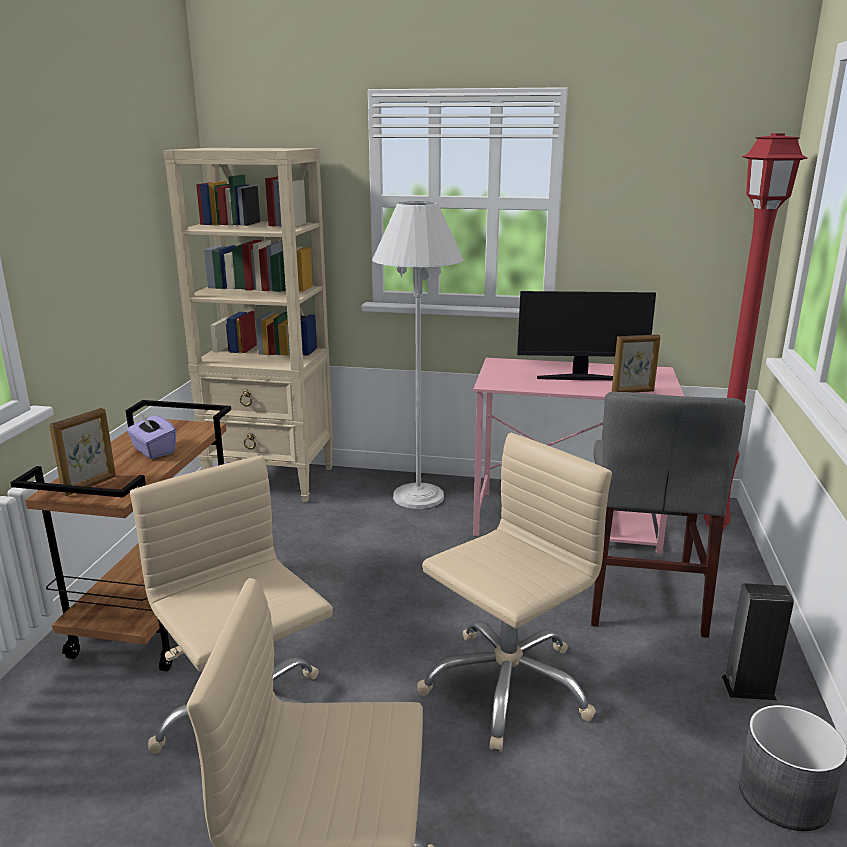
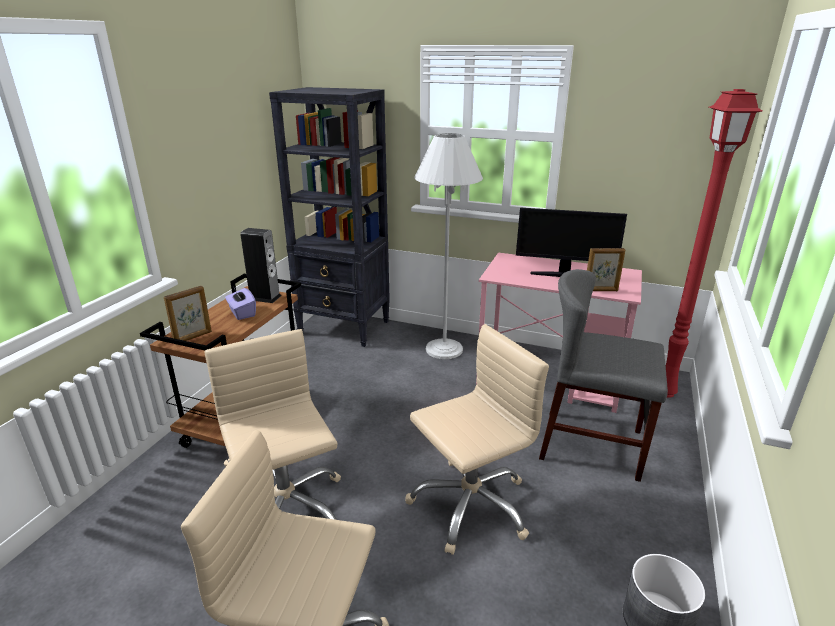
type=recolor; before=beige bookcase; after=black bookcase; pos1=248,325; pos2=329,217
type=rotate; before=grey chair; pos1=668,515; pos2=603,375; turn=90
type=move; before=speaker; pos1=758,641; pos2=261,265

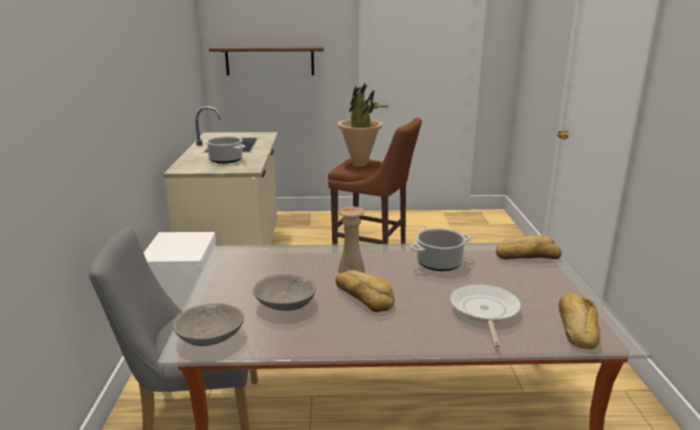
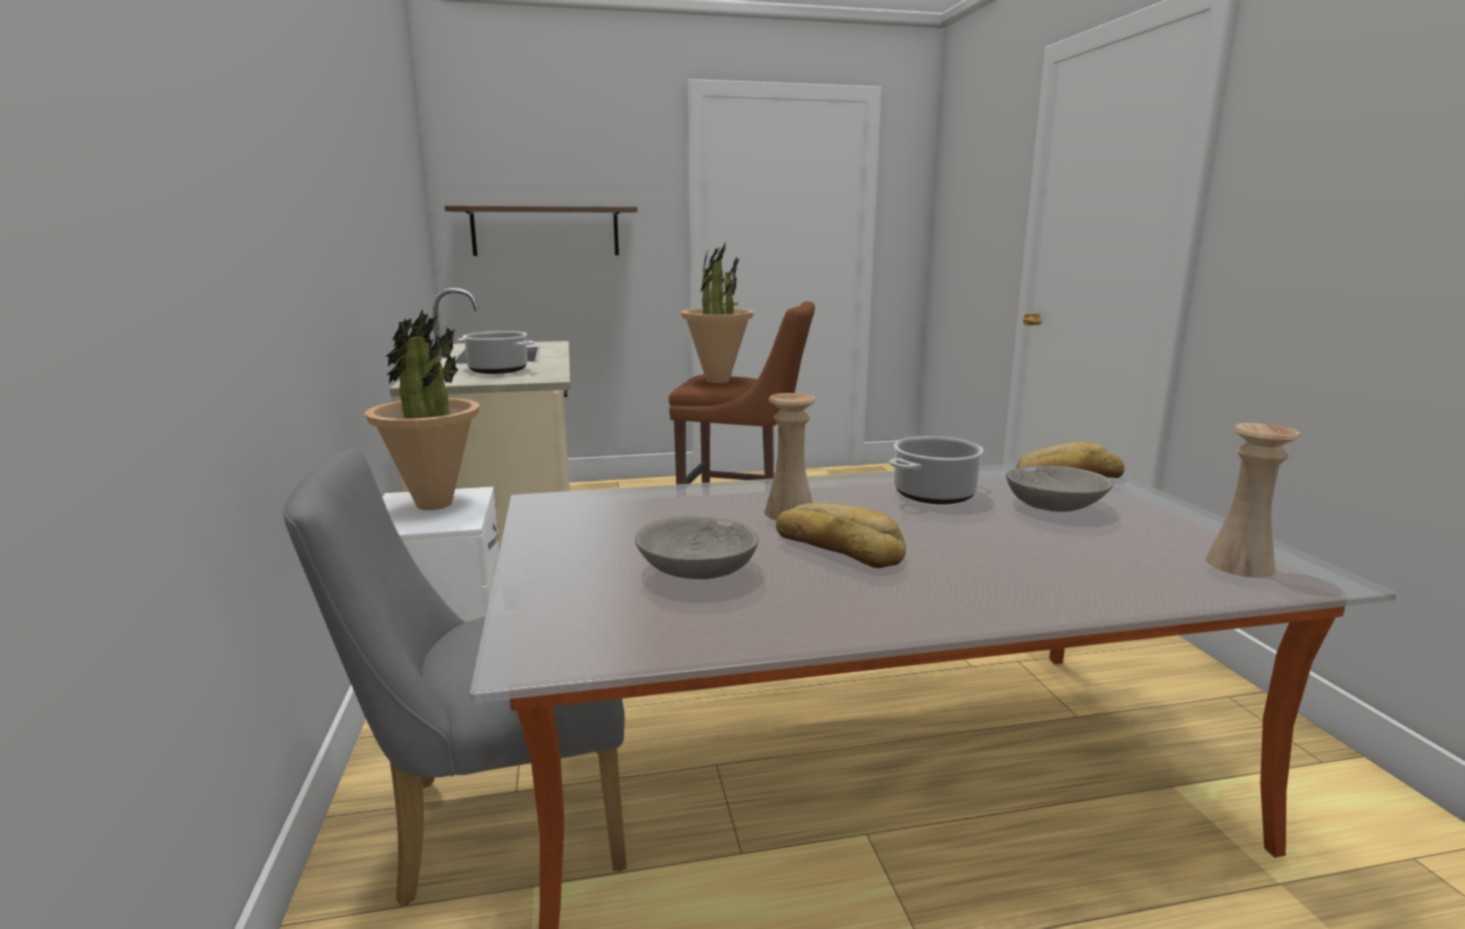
type=move; before=grey bowl; pos1=208,324; pos2=1059,488
type=delete; before=frying pan; pos1=485,315
type=replace; before=bread; after=beige vase; pos1=579,321; pos2=1253,500
type=insert; after=potted plant; pos2=422,410

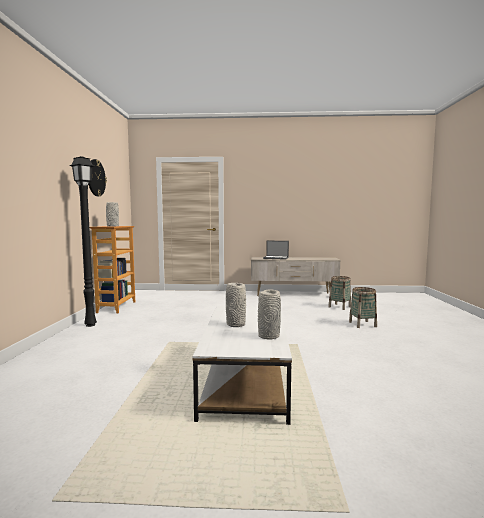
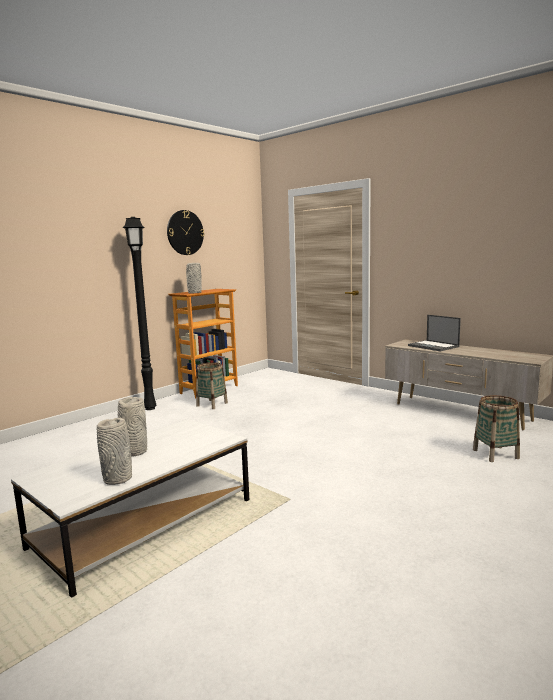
type=move; before=basket; pos1=363,307; pos2=212,385

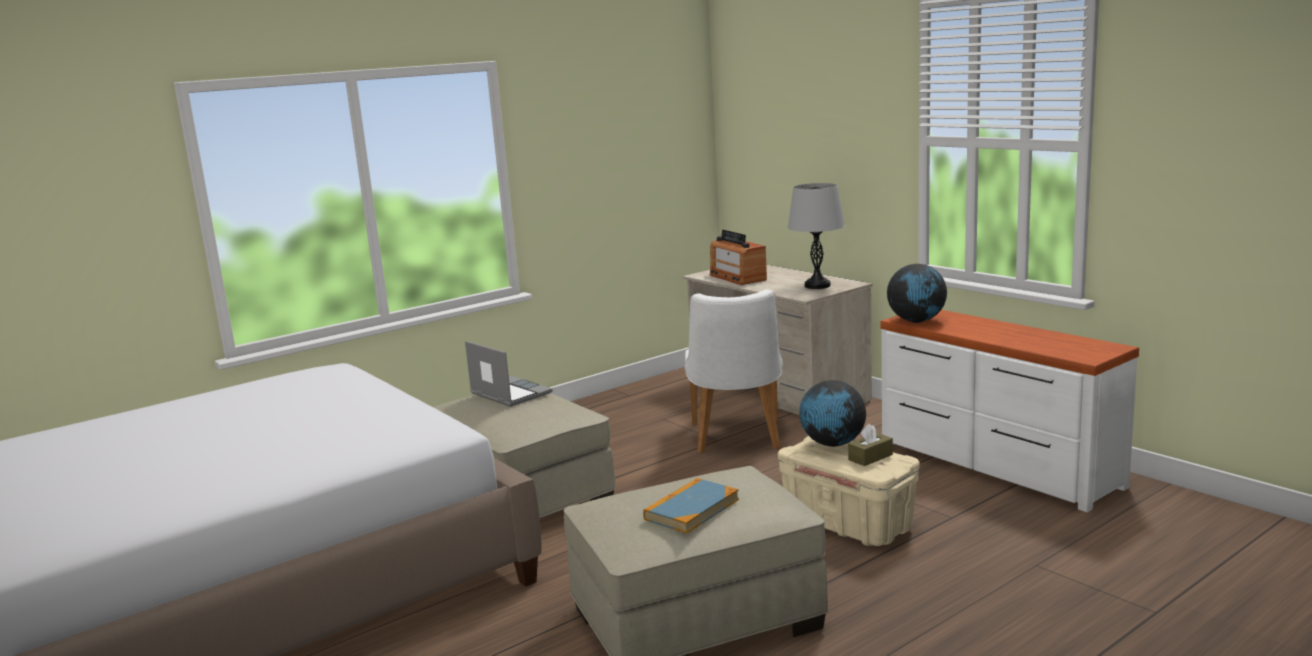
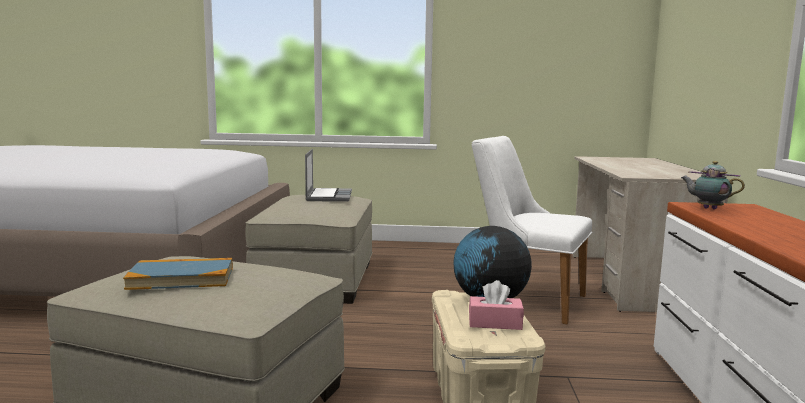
type=rotate; before=white chair; pos1=734,371; pos2=532,230; turn=75
type=delete; before=radio; pos1=738,257
type=delete; before=grey table lamp; pos1=816,236
type=recolor; before=brown tissue box; after=pink tissue box; pos1=870,445; pos2=496,305
type=replace; before=globe; after=teapot; pos1=917,293; pos2=713,185

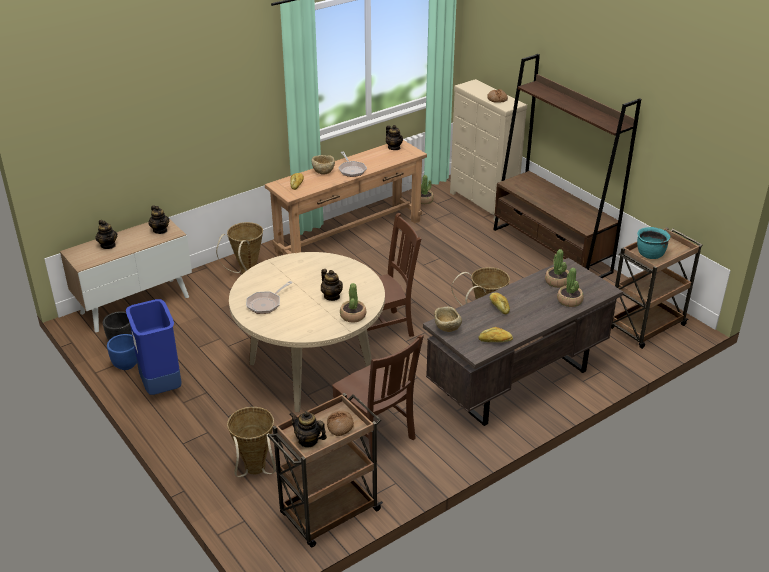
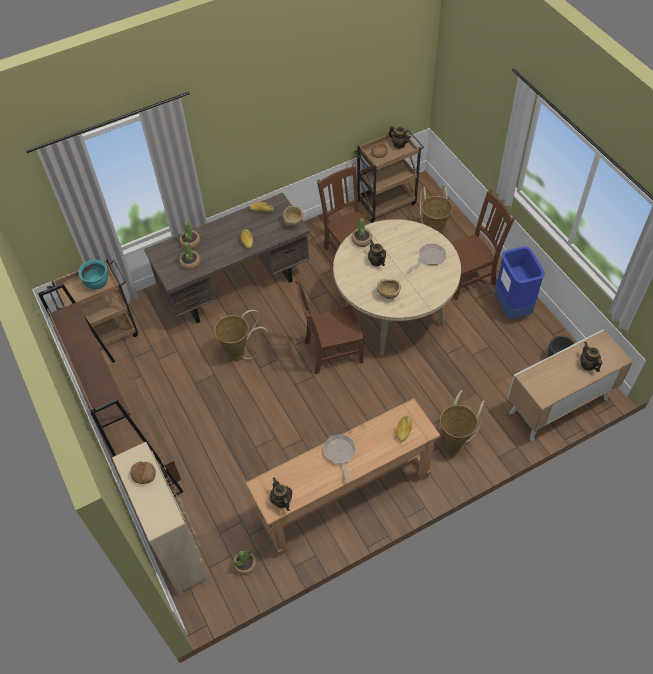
type=delete; before=blue planter; pos1=122,352
type=delete; before=teapot; pos1=158,219
type=move; before=beige bowl; pos1=323,165; pos2=389,289
type=insert; after=brown chair; pos2=483,244

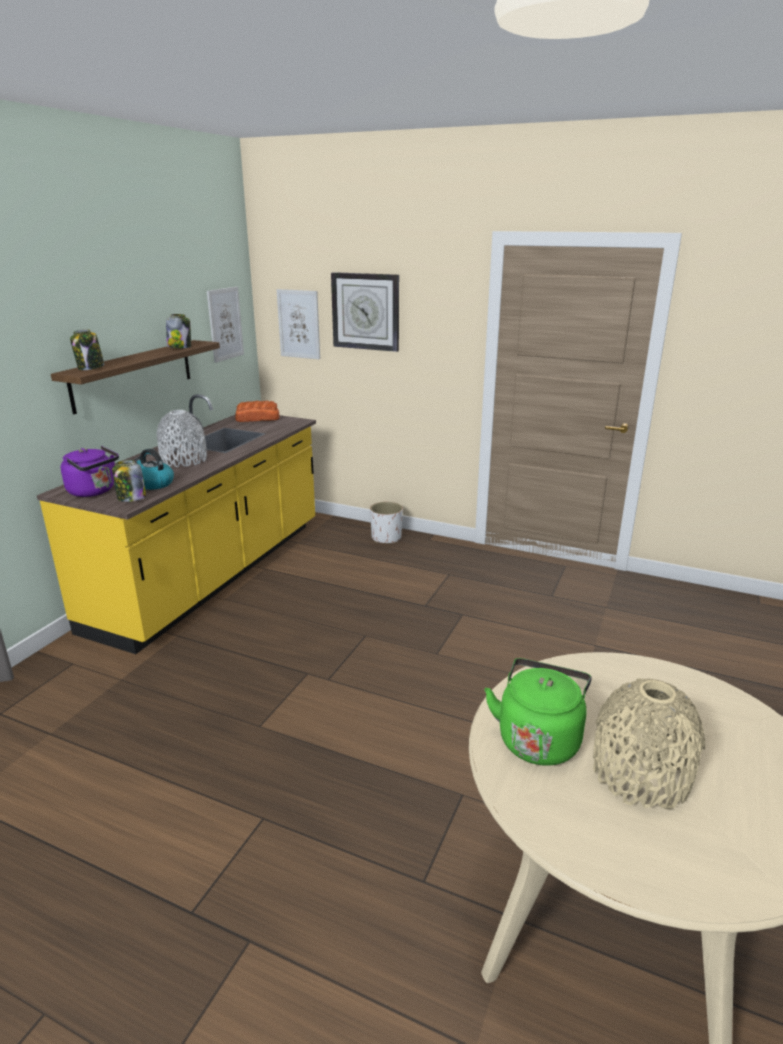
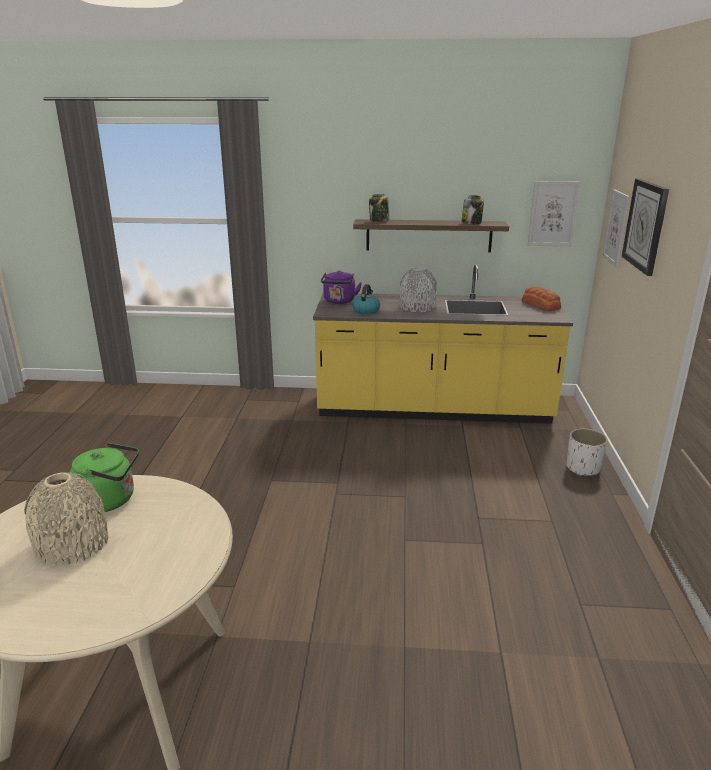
type=delete; before=jar; pos1=129,481

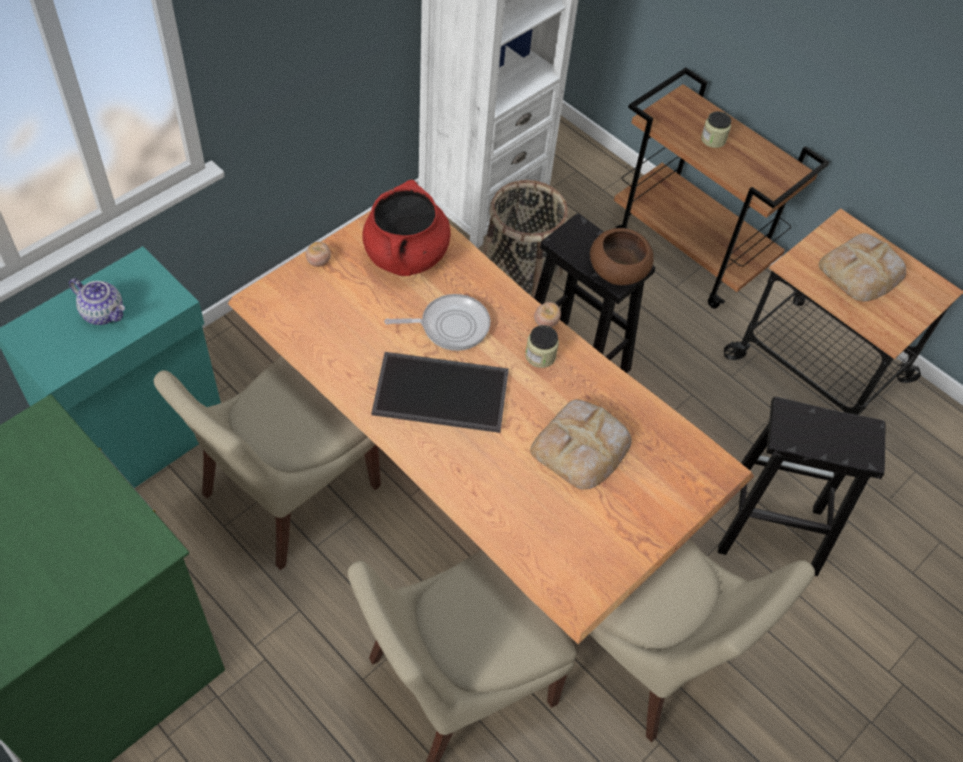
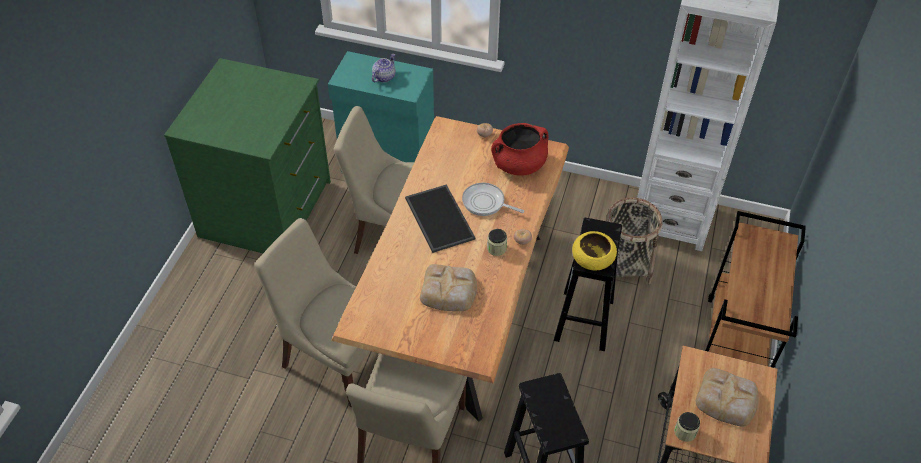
type=rotate; before=teapot; pos1=97,301; pos2=384,68; turn=-150
type=rotate; before=frying pan; pos1=437,322; pos2=493,199; turn=150
type=recolor; before=brown bowl; after=yellow bowl; pos1=622,256; pos2=594,251
type=move; before=jar; pos1=716,129; pos2=687,427

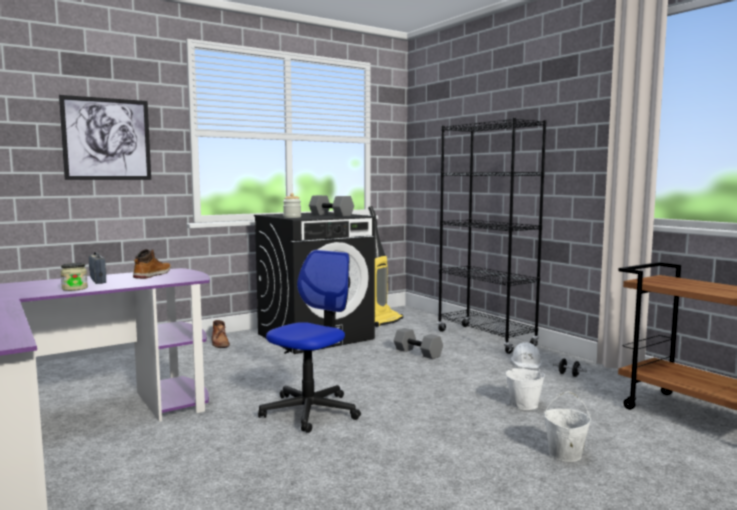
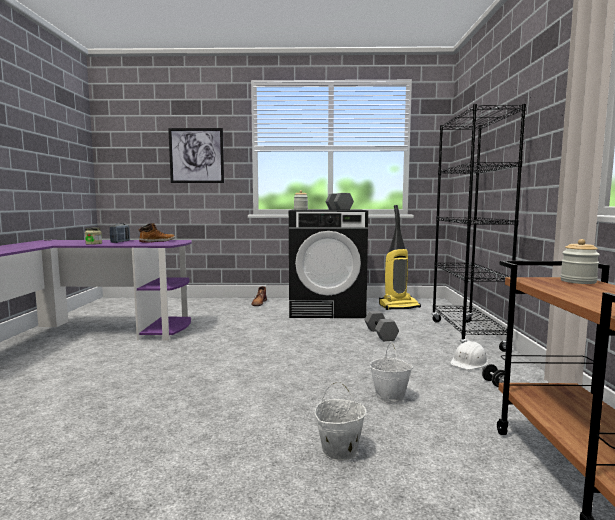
type=delete; before=office chair; pos1=309,341
type=insert; after=jar; pos2=580,261

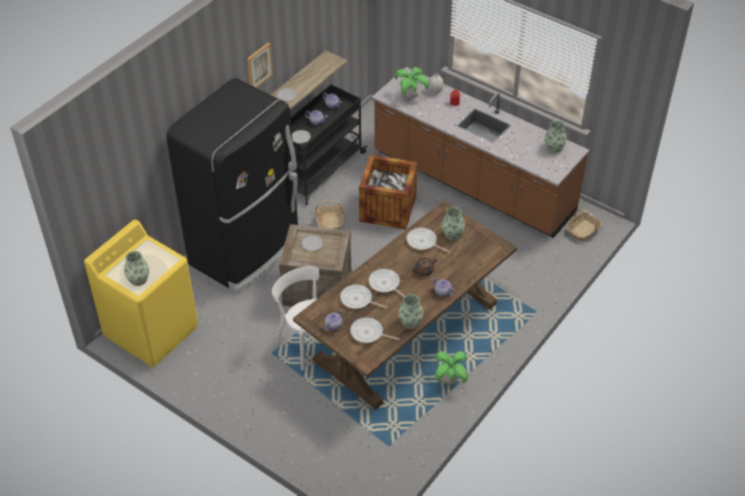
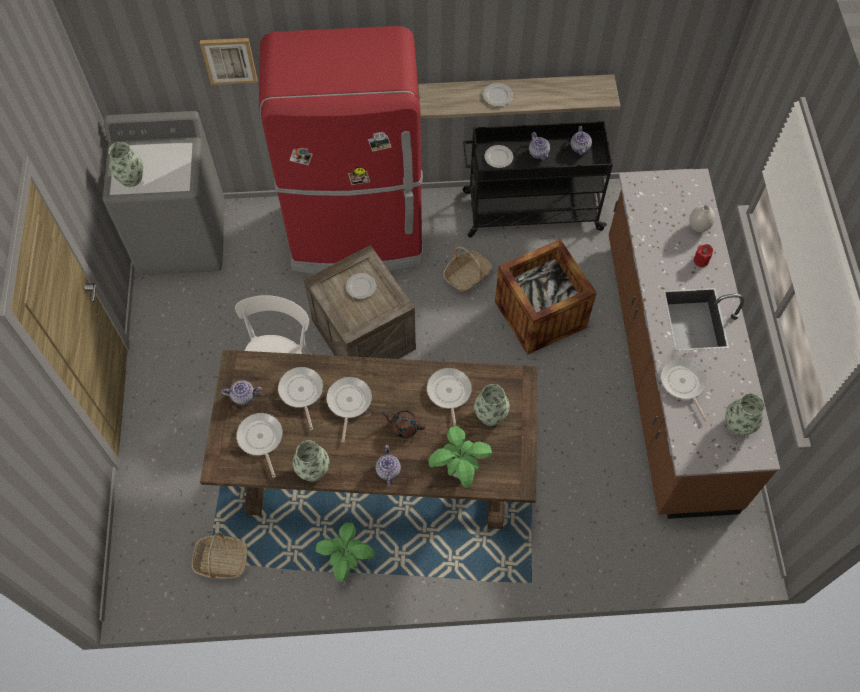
type=recolor; before=yellow washing machine; after=grey washing machine; pos1=141,293; pos2=164,193
type=recolor; before=black fridge; after=red fridge; pos1=232,185; pos2=341,150
type=move; before=picture; pos1=260,65; pos2=228,61
type=move; before=potted plant; pos1=411,83; pos2=460,457
type=move; before=basket; pos1=584,224; pos2=219,555
type=insert; after=frying pan; pos2=684,389

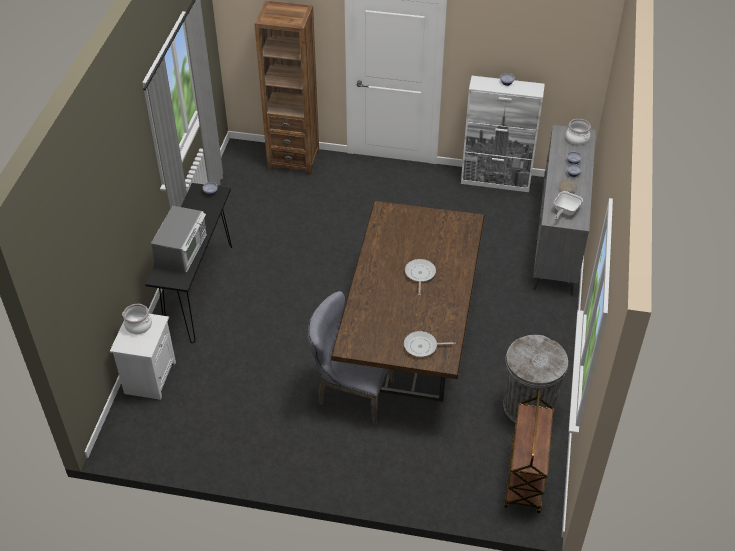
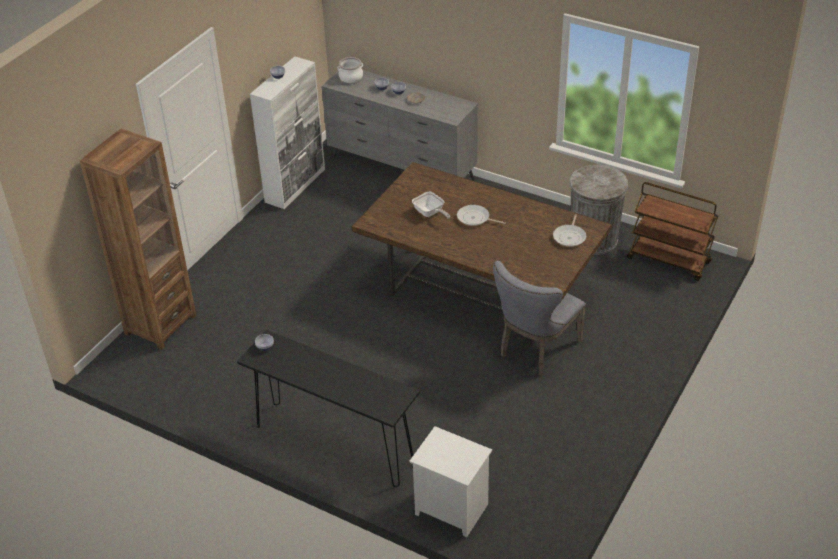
type=delete; before=cooking pot; pos1=137,319
type=delete; before=microwave; pos1=179,239
type=move; before=frying pan; pos1=568,205; pos2=431,205

